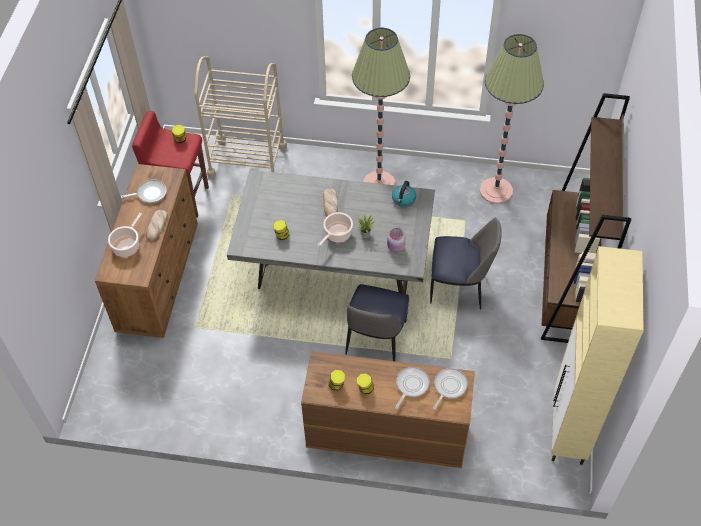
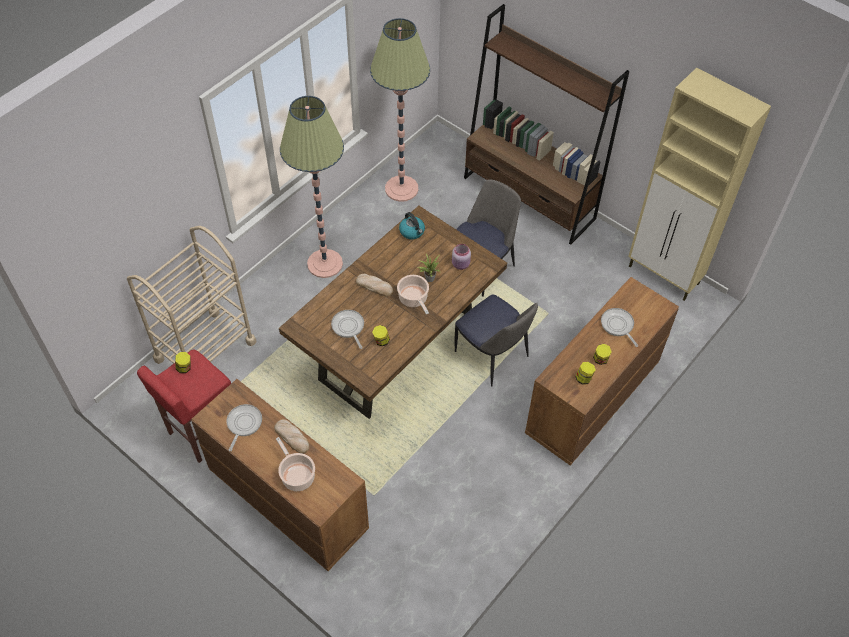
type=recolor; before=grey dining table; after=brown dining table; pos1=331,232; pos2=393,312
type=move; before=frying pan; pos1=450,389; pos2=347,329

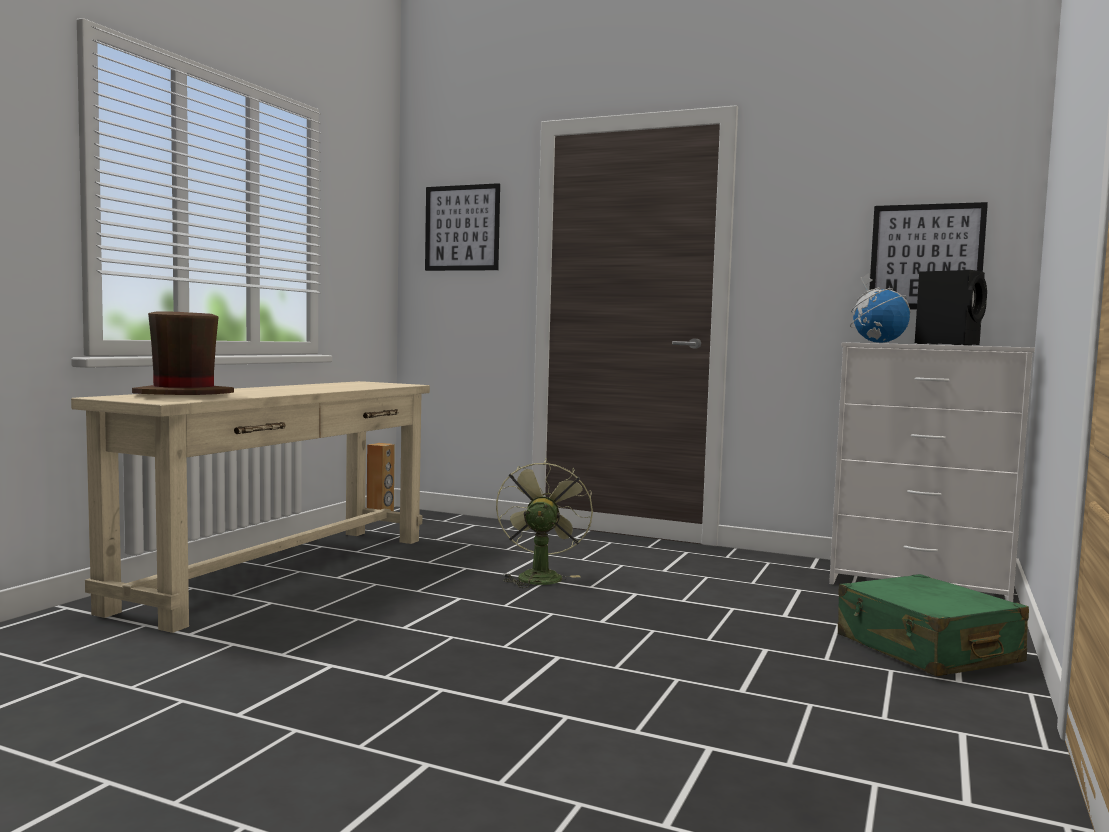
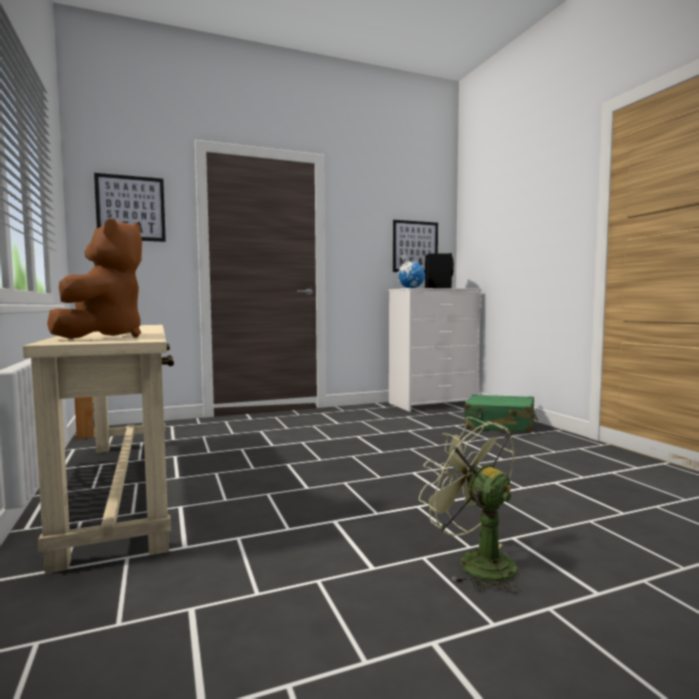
type=replace; before=brown hat; after=brown plush toy; pos1=183,353; pos2=94,279
type=move; before=green fan; pos1=544,523; pos2=470,505

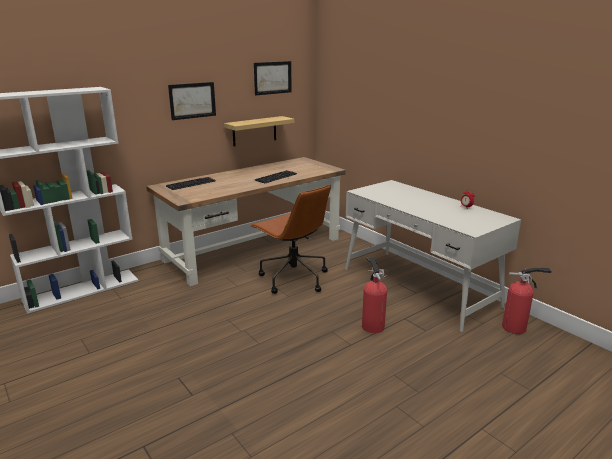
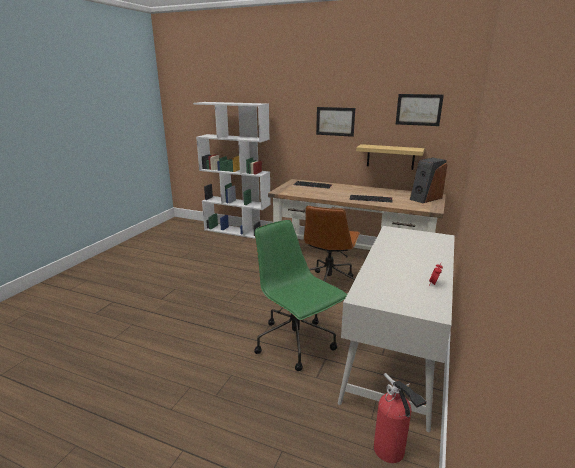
type=replace; before=fire extinguisher; after=green office chair; pos1=375,295; pos2=300,295
type=insert; after=speaker; pos2=429,180

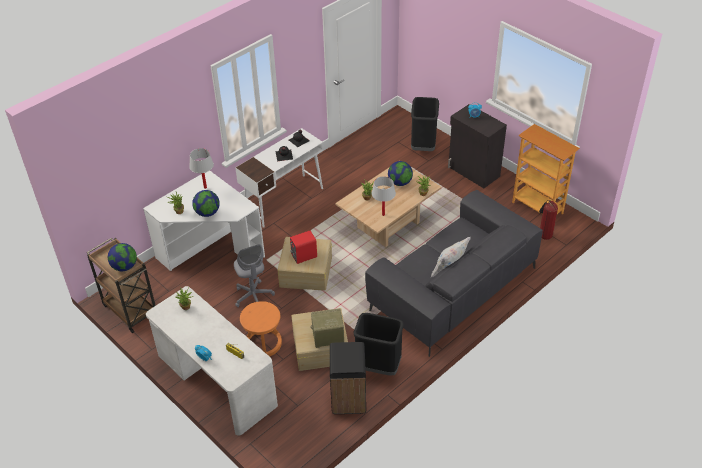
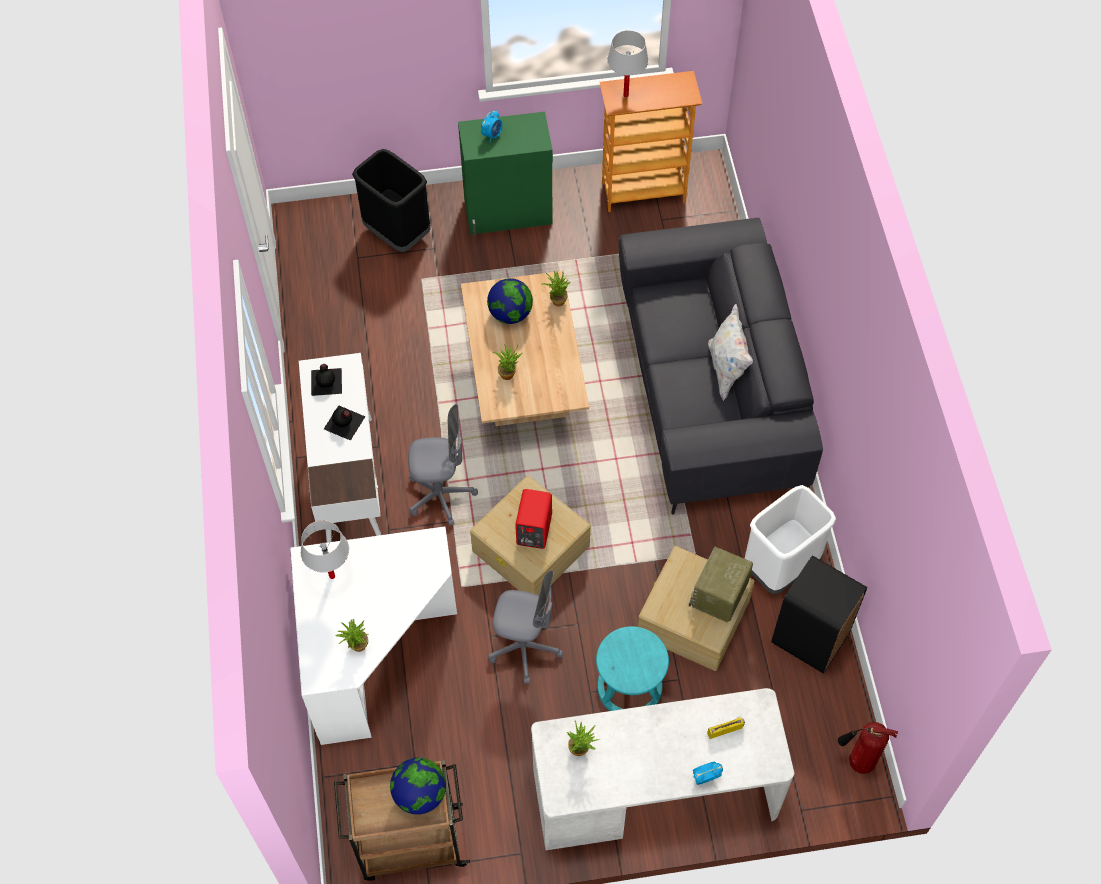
type=delete; before=globe; pos1=206,203
type=recolor; before=orange stool; after=turquoise stool; pos1=261,329; pos2=632,668
type=recolor; before=black trash can; after=white trash can; pos1=378,344; pos2=790,539
type=move; before=white table lamp; pos1=384,196; pos2=628,63
type=recolor; before=black cabinet; after=green cabinet; pos1=477,146; pos2=505,174
type=move; before=fire extinguisher; pos1=548,220; pos2=867,748
type=insert; after=grey office chair; pos2=443,465

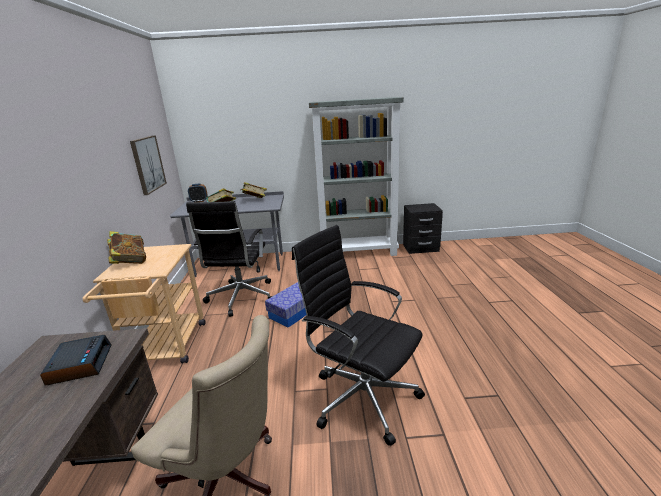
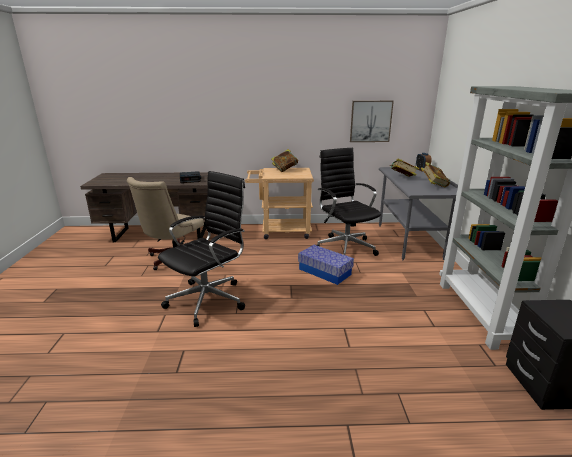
type=rotate; before=black office chair; pos1=229,259; pos2=349,202; turn=60

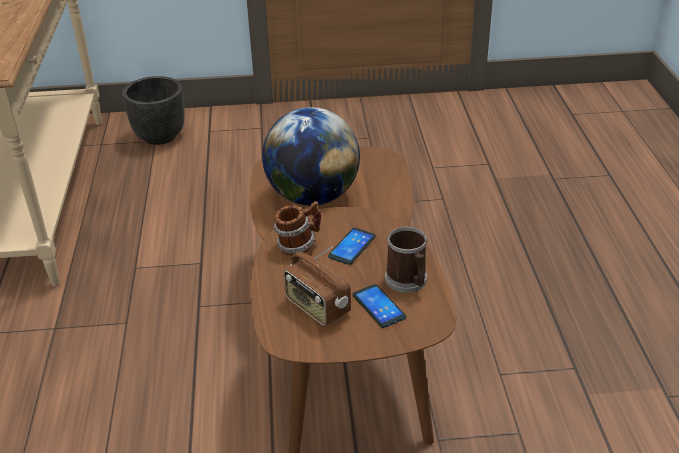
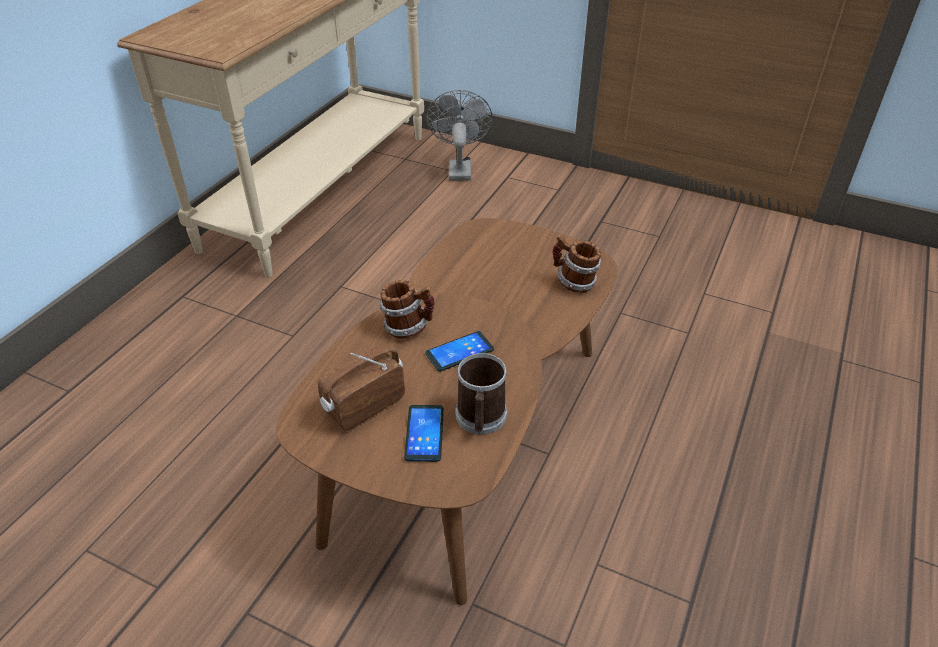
type=replace; before=black planter; after=grey fan; pos1=153,110; pos2=460,135
type=delete; before=globe; pos1=311,156
type=rotate; before=radio; pos1=317,286; pos2=361,388; turn=60
type=insert; after=mug; pos2=577,264

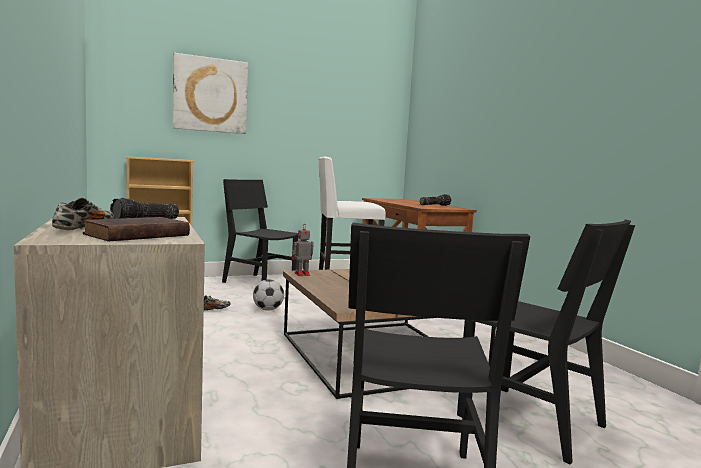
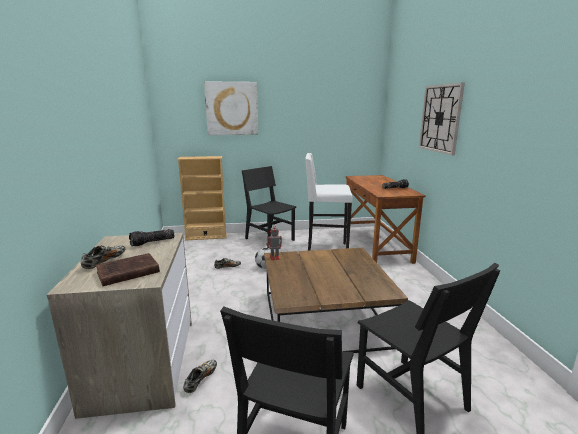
type=insert; after=shoe; pos2=200,376
type=insert; after=wall clock; pos2=442,119

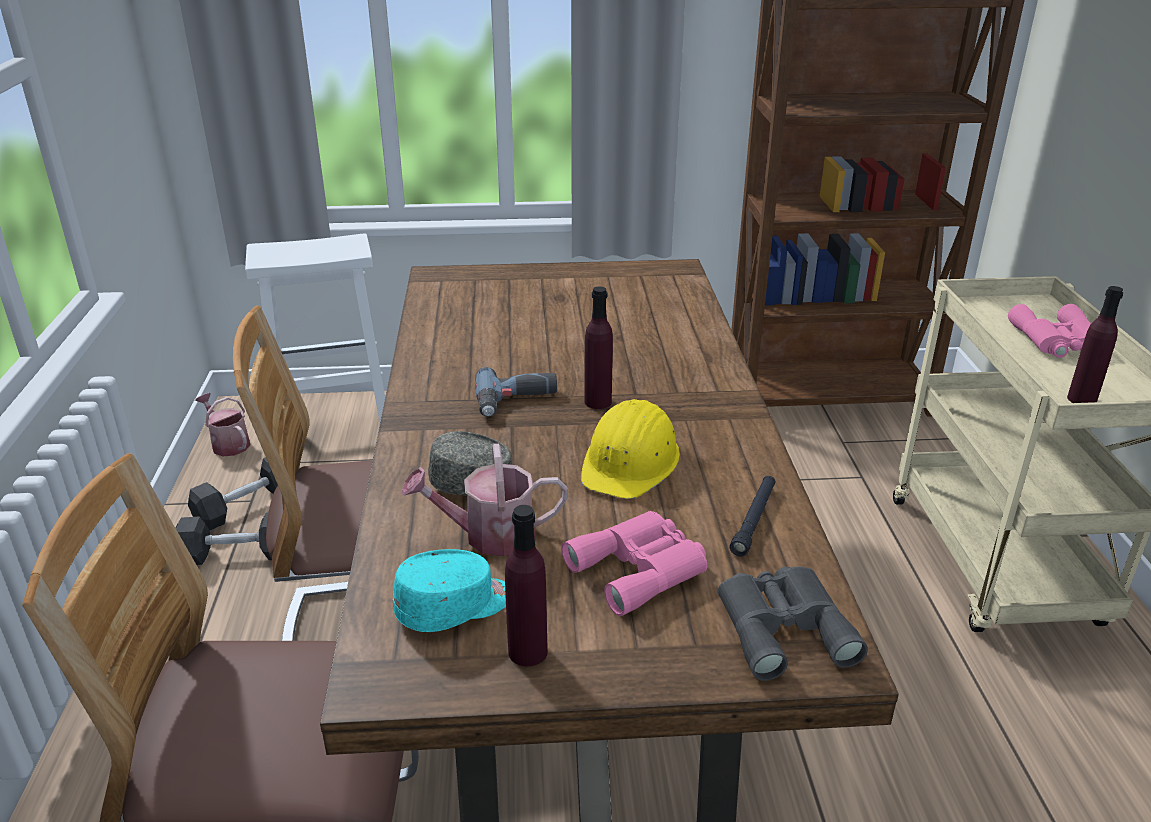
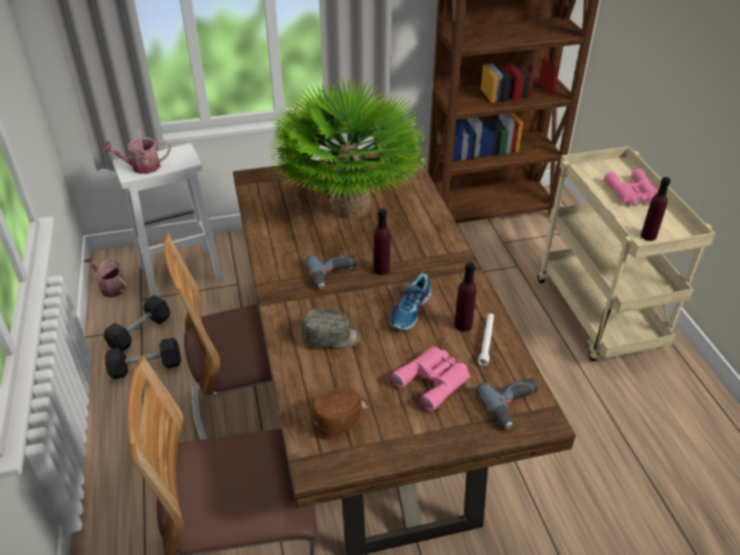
type=recolor; before=turquoise cap; after=brown cap; pos1=449,590; pos2=341,412
type=move; before=watering can; pos1=484,500; pos2=136,151
type=move; before=purple bottle; pos1=526,585; pos2=465,296
type=replace; before=yellow hard hat; after=shoe; pos1=630,449; pos2=410,301
type=replace; before=grey binoculars; after=power drill; pos1=793,624; pos2=507,403
type=recolor; before=black flashlight; after=white flashlight; pos1=752,516; pos2=486,339
type=insert; after=potted plant; pos2=349,148

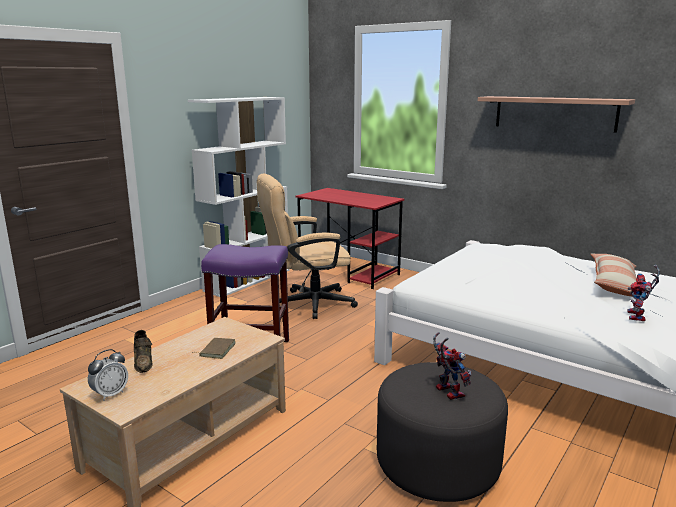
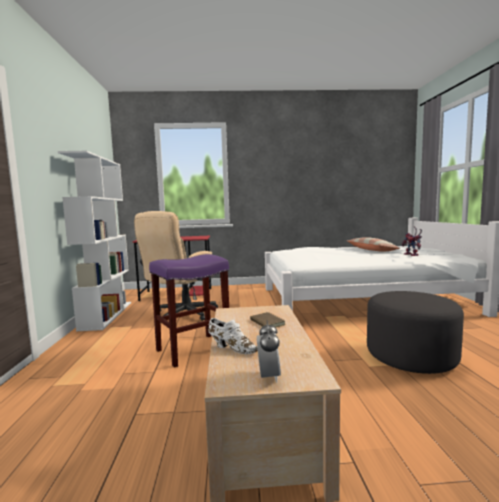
type=recolor; before=brown shoe; after=white shoe; pos1=143,351; pos2=233,336
type=delete; before=toy robot; pos1=452,366
type=delete; before=shelf; pos1=556,114

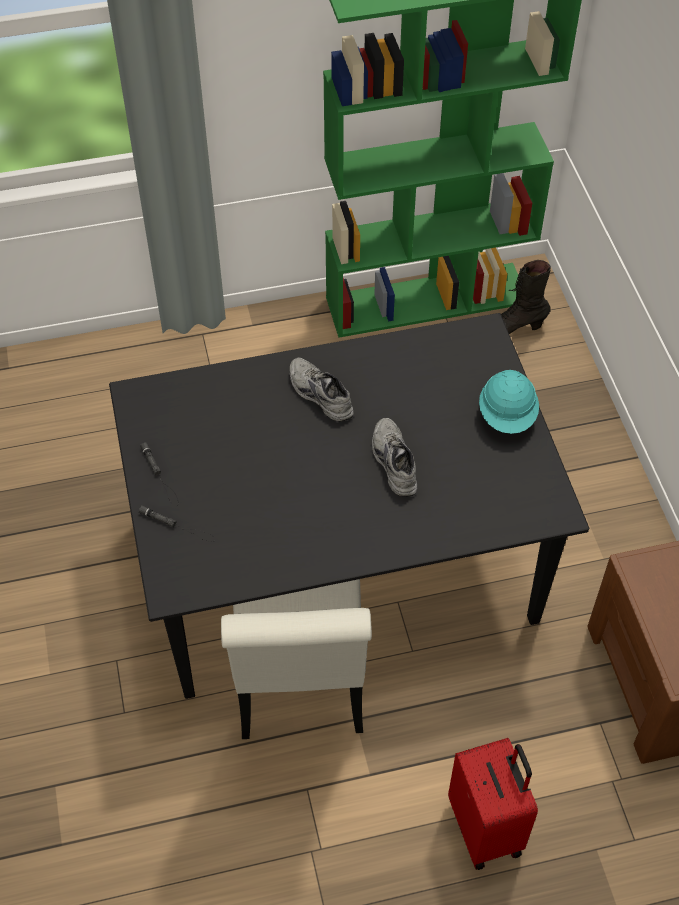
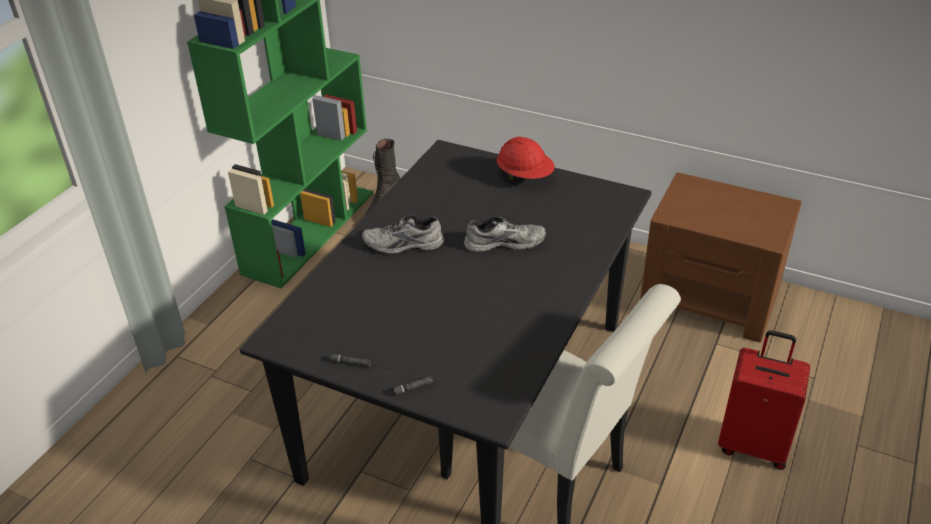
type=rotate; before=grey shoe; pos1=394,457; pos2=505,234; turn=150
type=recolor; before=turquoise hard hat; after=red hard hat; pos1=509,402; pos2=526,158

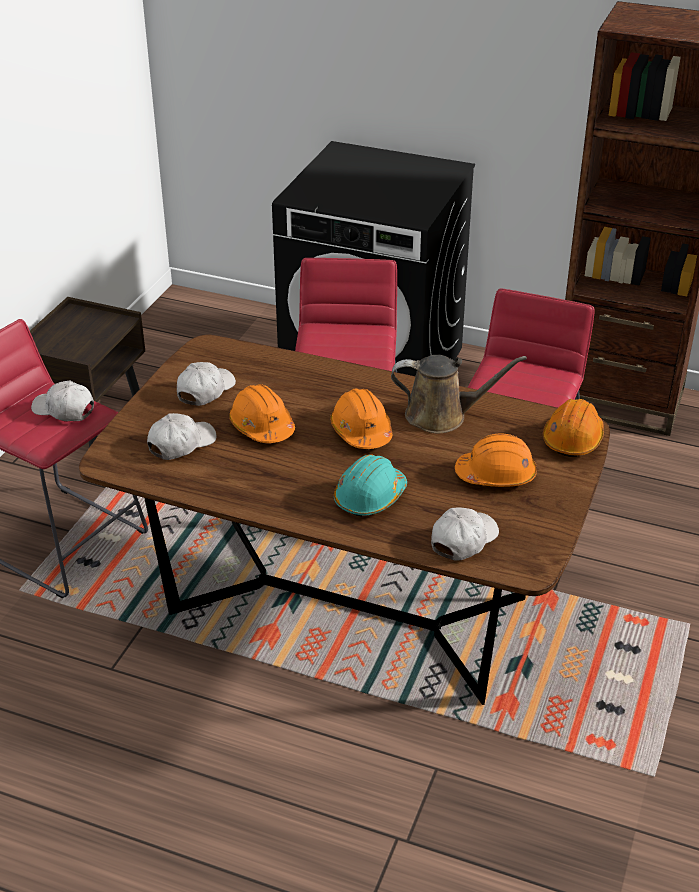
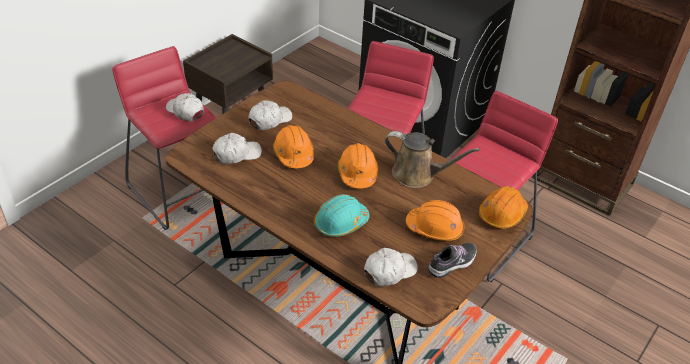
type=insert; after=shoe; pos2=452,260

